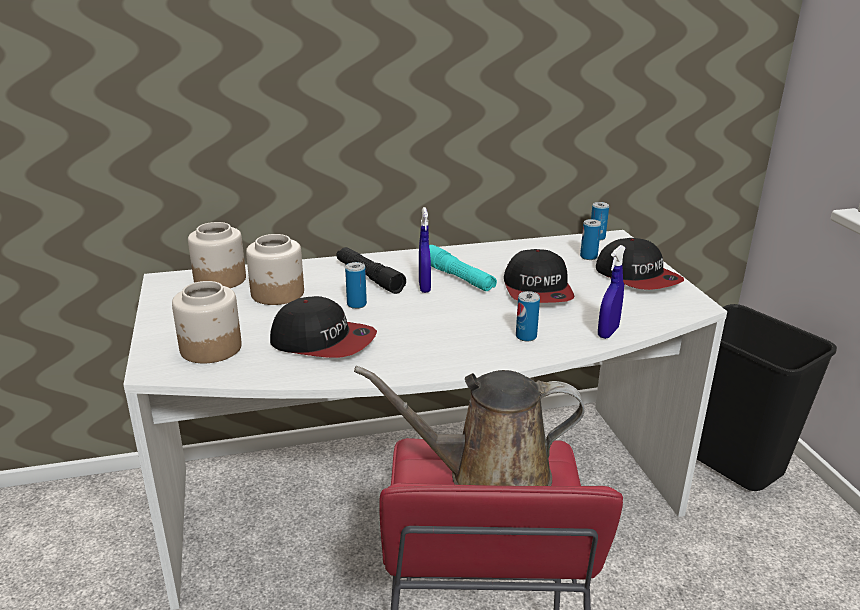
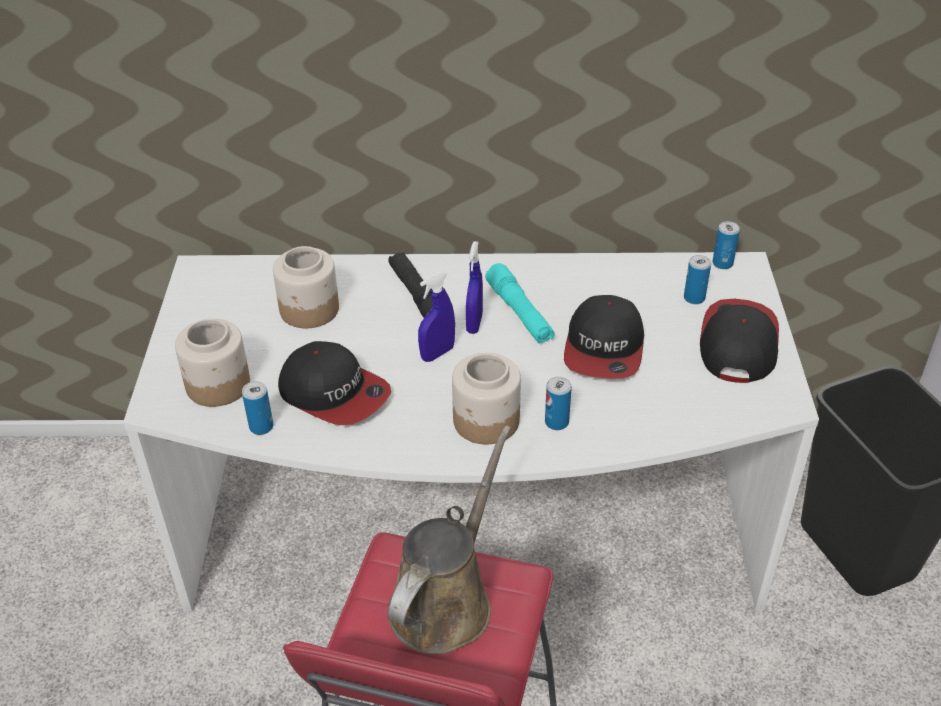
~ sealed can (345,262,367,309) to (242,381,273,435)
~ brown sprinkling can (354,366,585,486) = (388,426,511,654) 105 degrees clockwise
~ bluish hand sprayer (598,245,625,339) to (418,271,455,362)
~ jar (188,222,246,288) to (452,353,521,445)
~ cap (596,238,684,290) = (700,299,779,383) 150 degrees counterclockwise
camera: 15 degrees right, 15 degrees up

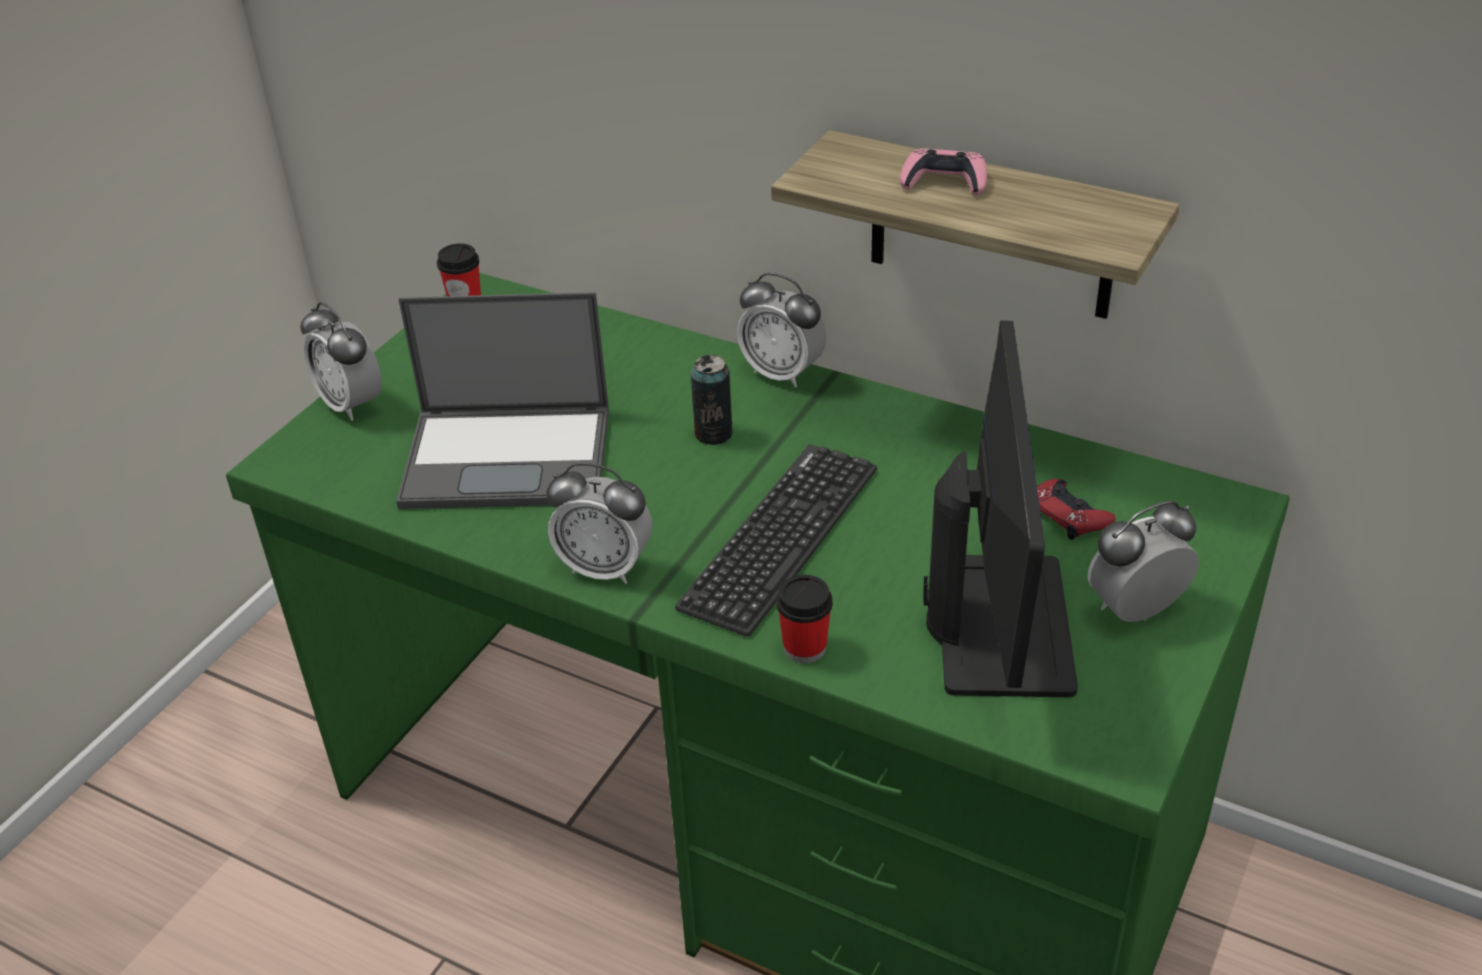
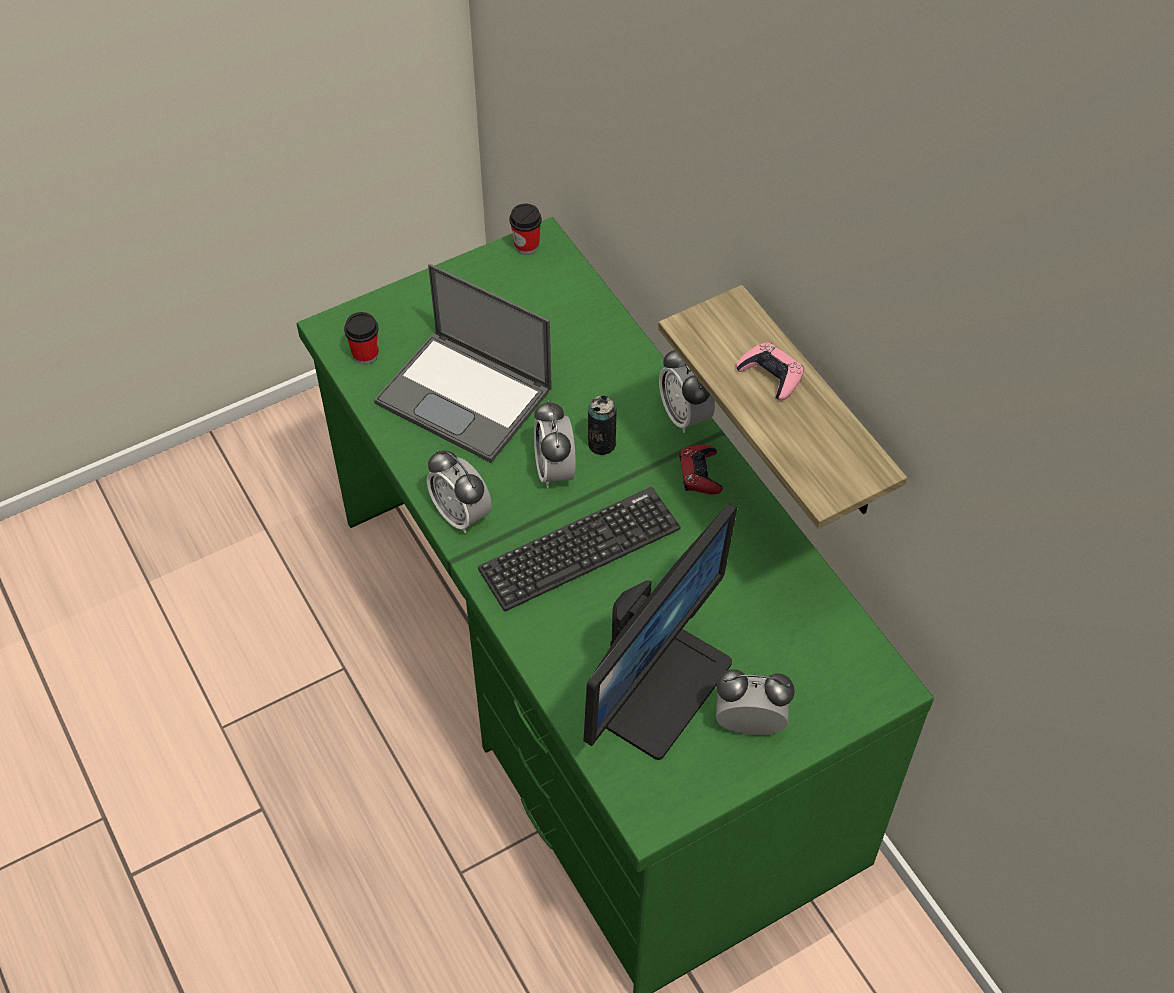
~ cup (776,575,833,663) to (344,312,379,365)
~ bedside clock (300,302,382,421) to (534,400,576,488)
~ red gamepad (1037,479,1116,540) to (679,445,723,494)
camera: 30 degrees right, 15 degrees up

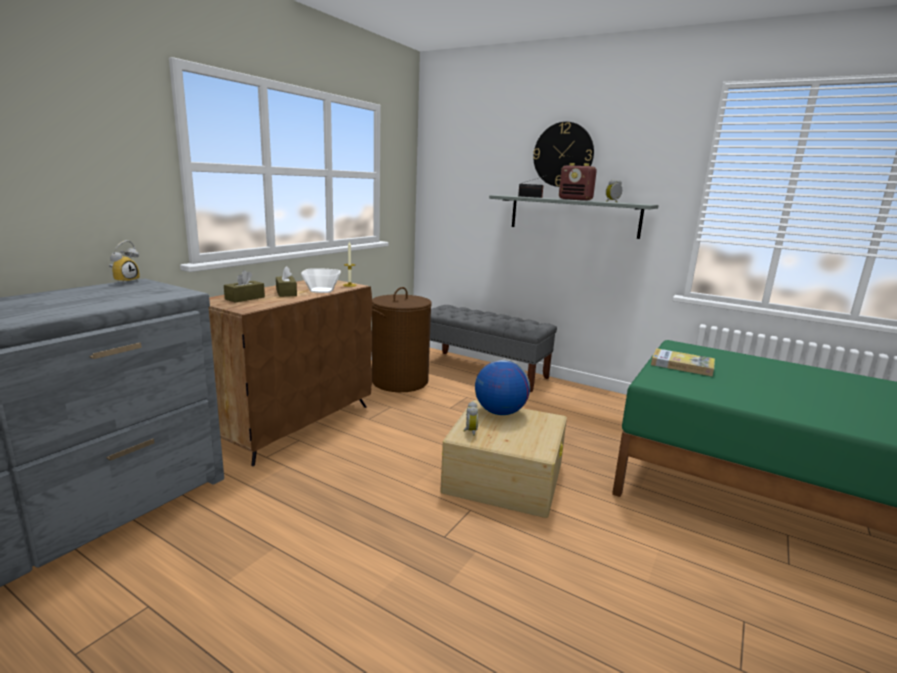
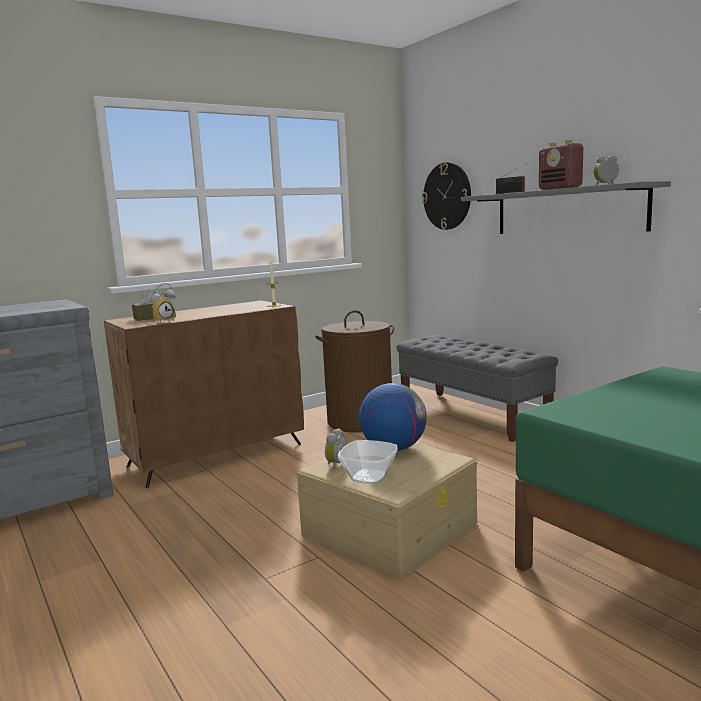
~ bedside clock (109,240,140,284) to (151,283,176,323)
~ bowl (301,268,341,293) to (338,440,398,484)
~ clock on the wall (533,122,594,187) to (422,162,471,230)
- brown box of tissues (276,266,297,297)
- bound book (651,348,715,376)
camera: 25 degrees right, 5 degrees down

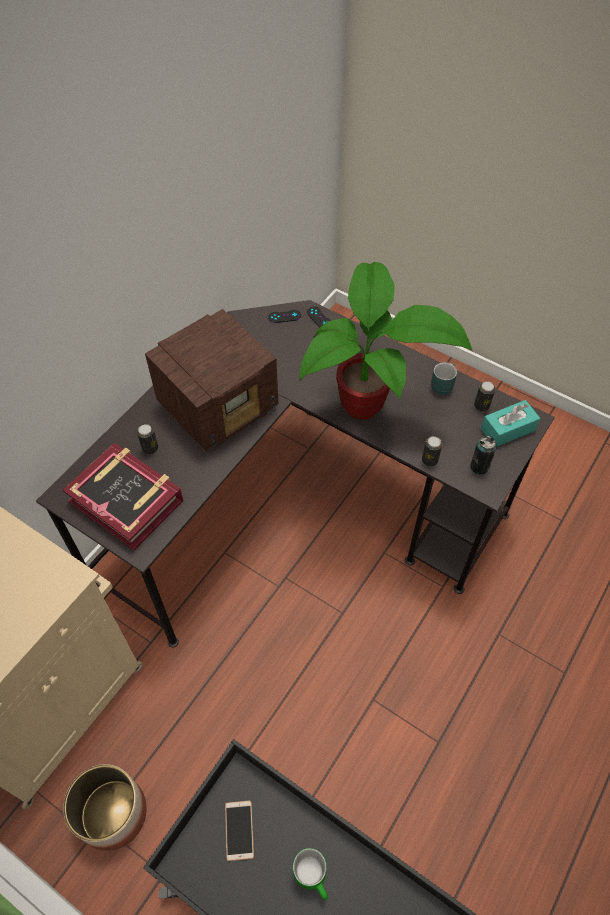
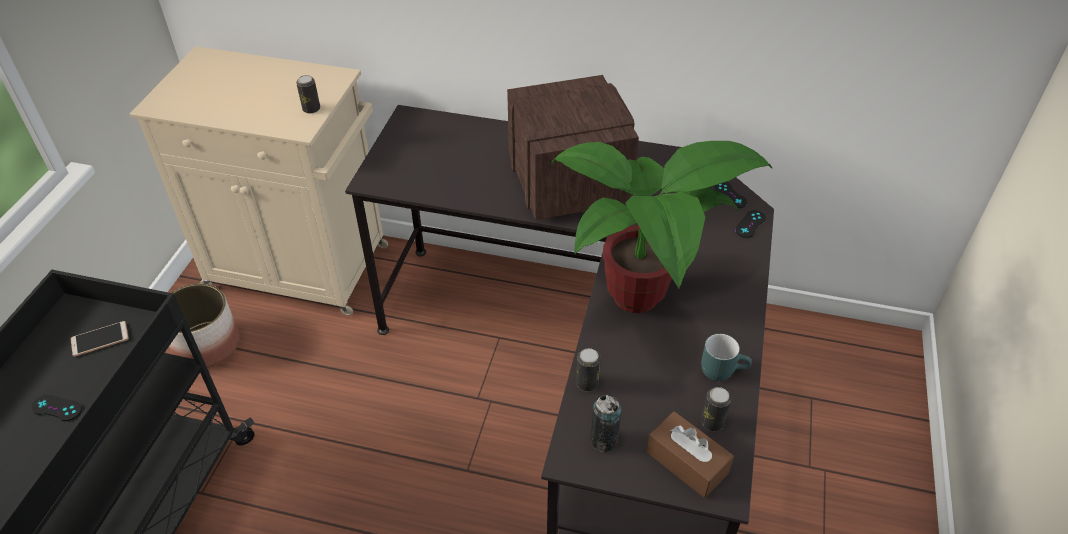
~ green coffee mug (293,848,328,900) to blackish gamepad (31,395,82,421)
~ sealed can (137,424,158,454) to (296,75,320,114)
~ radio receiver (145,309,278,451) = (507,75,639,220) 135 degrees counterclockwise
~ turquoise-coloured box of tissues (481,400,540,446) to brown box of tissues (647,411,734,498)
- bound book (63,443,184,551)
camera: 70 degrees right, 10 degrees down

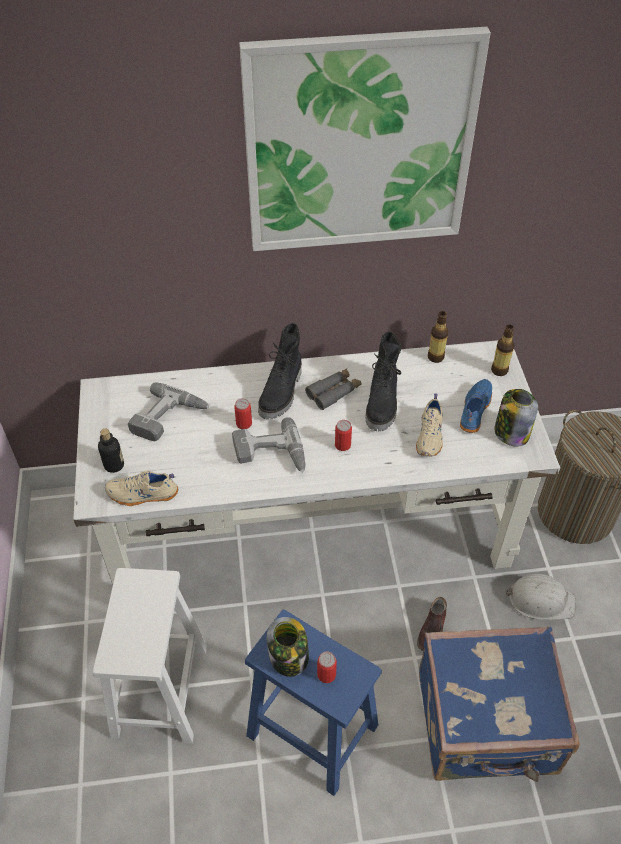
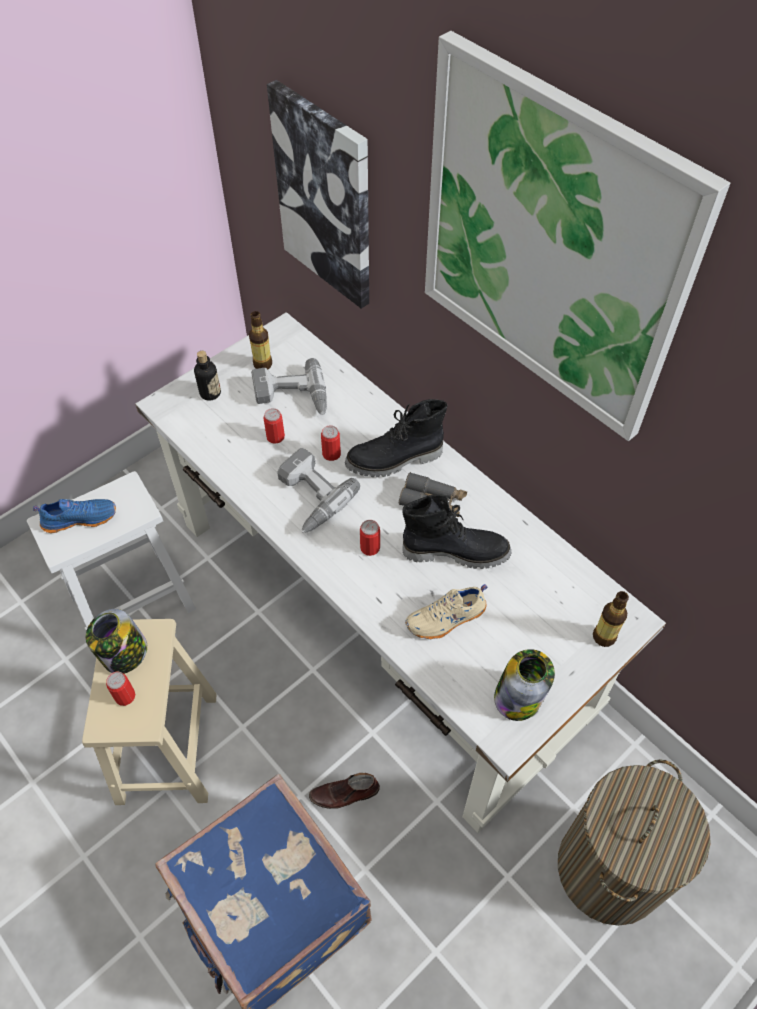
~ bluish shoe (460,379,492,433) to (33,499,116,533)
~ bluish stool (245,610,382,796) to beige-coloured stool (82,619,217,805)
~ beverage bottle (428,311,448,363) to (249,311,272,369)
+ sealed can (264,408,285,444)
+ wall picture (267,80,369,309)
~ blackish tall boot (365,331,401,431) = (402,494,512,569) 150 degrees counterclockwise
- beige-coloured shoe (105,470,178,506)
- whitish safety helmet (506,574,576,620)
camera: 55 degrees right, 5 degrees up

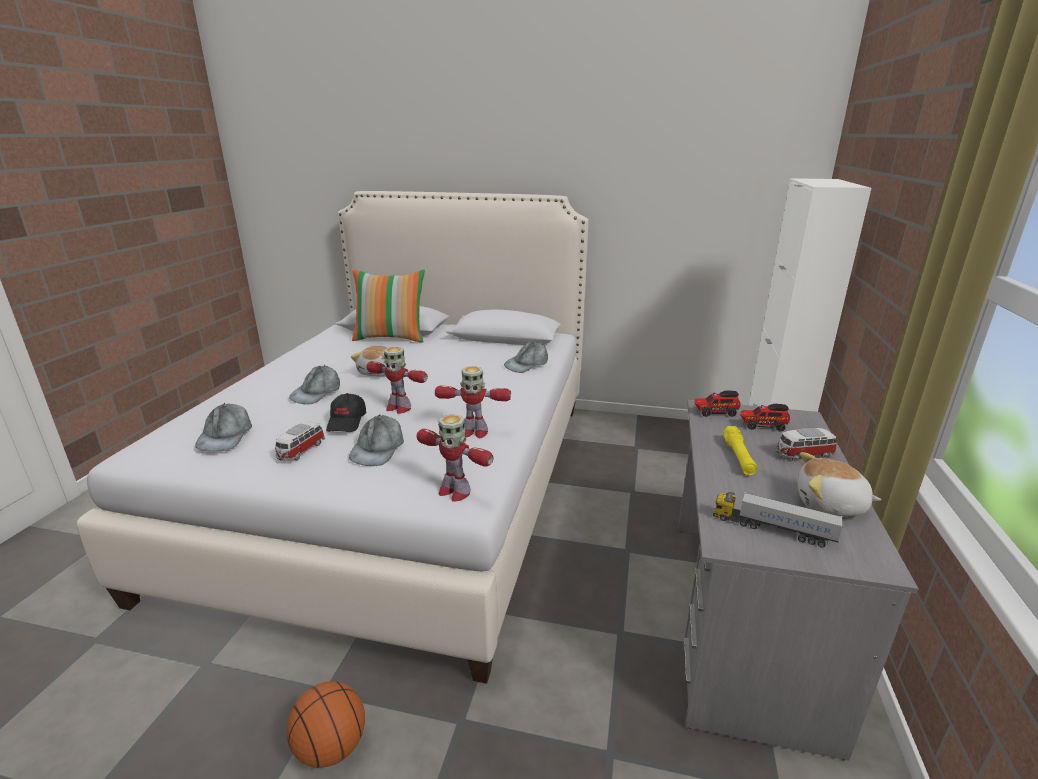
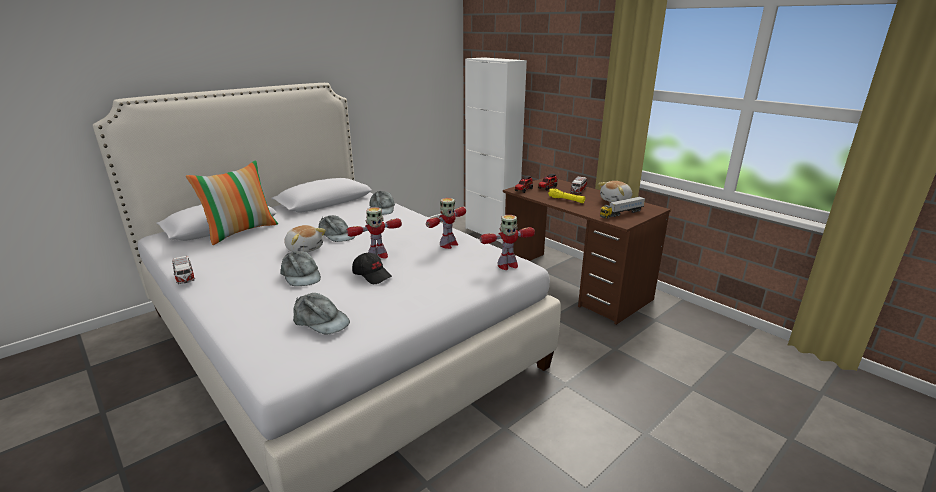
~ model car (275,421,325,461) to (172,256,195,284)
~ gray cap (349,415,404,466) to (319,215,355,242)
~ gray desk table (678,400,919,761) to brown desk table (503,178,671,325)
- basketball (286,681,365,768)
camera: 55 degrees left, 0 degrees up

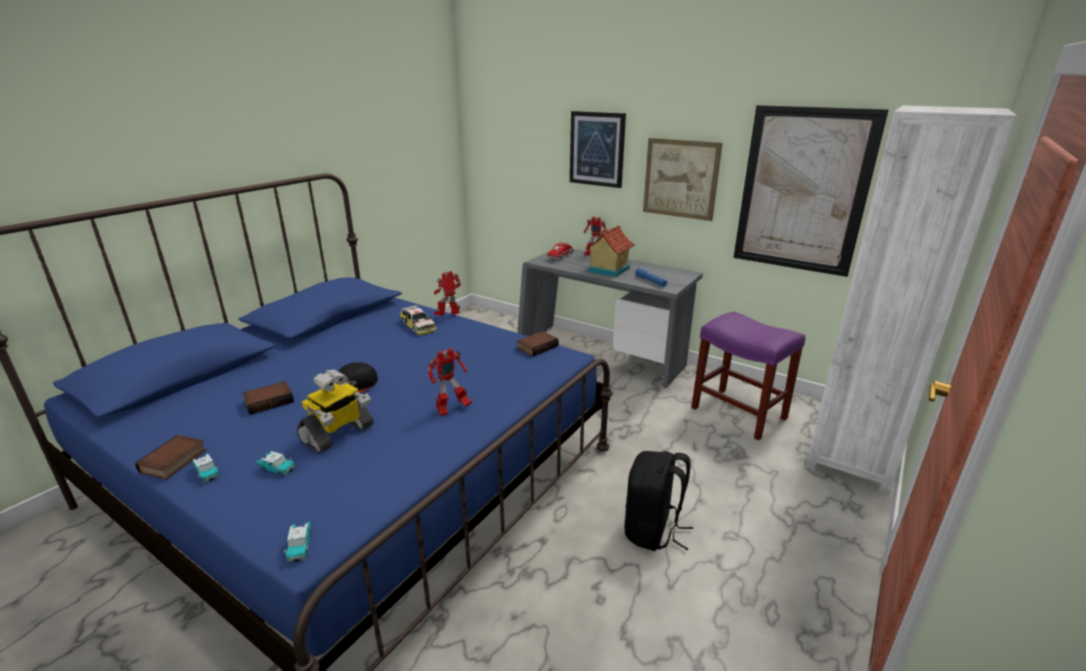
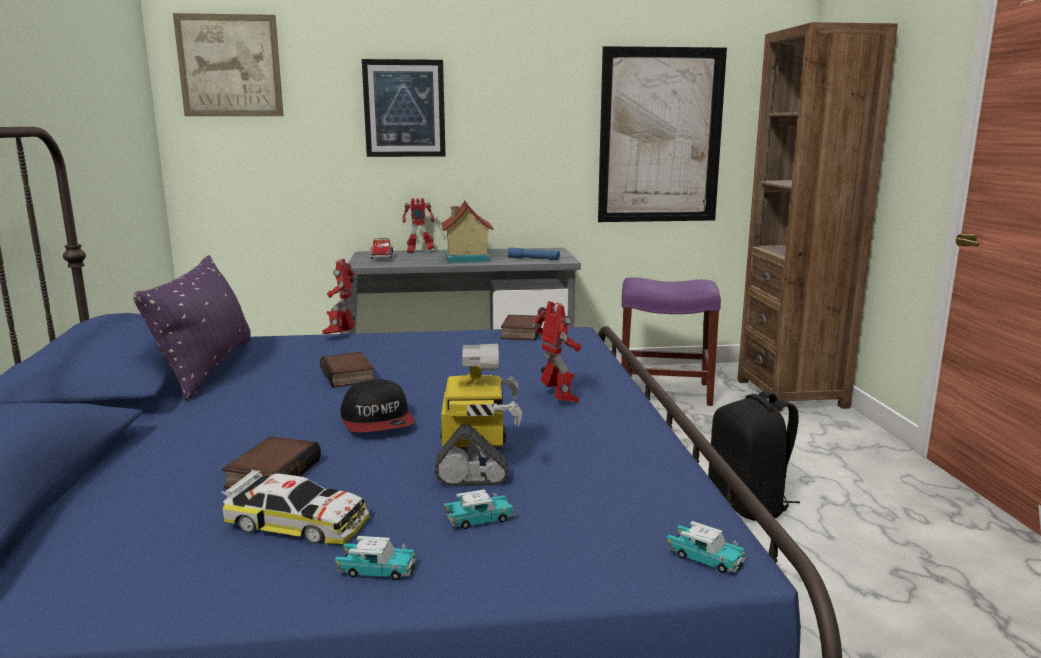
+ purple-coloured throw pillow (133,255,251,401)
~ wall picture (643,138,722,221) to (173,13,284,116)
~ model car (400,305,437,335) to (221,470,370,545)
~ bound book (135,435,207,480) to (320,352,374,388)
~ toy robot (428,348,472,416) = (532,301,581,403) 45 degrees counterclockwise
~ whitish bookcase (805,106,1017,495) to brown bookcase (738,22,898,412)
camera: 40 degrees left, 10 degrees down

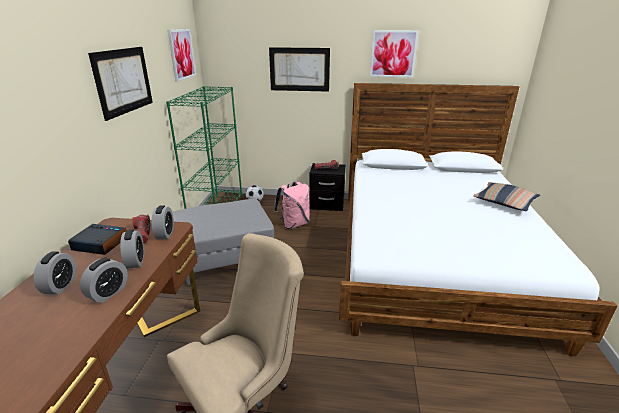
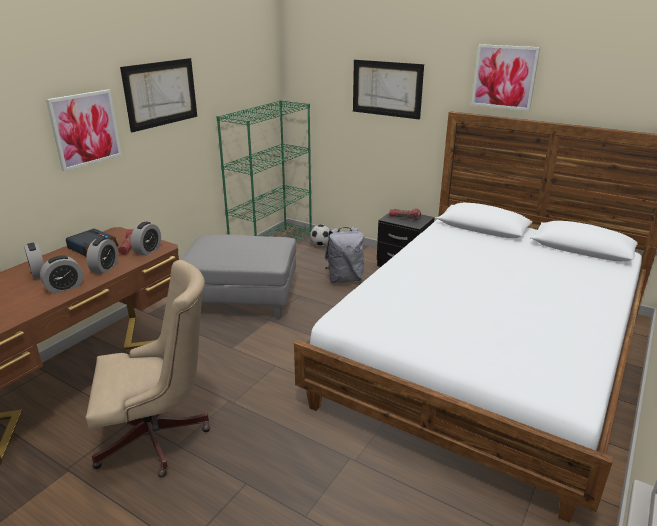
~ bedside clock (34,251,76,294) = (24,243,44,280) 120 degrees clockwise
~ wall picture (168,29,196,81) to (46,89,122,171)
~ pink-coloured rucksack (274,182,310,229) to gray rucksack (325,227,364,283)
- throw pillow (473,182,540,211)
camera: 25 degrees right, 0 degrees up

